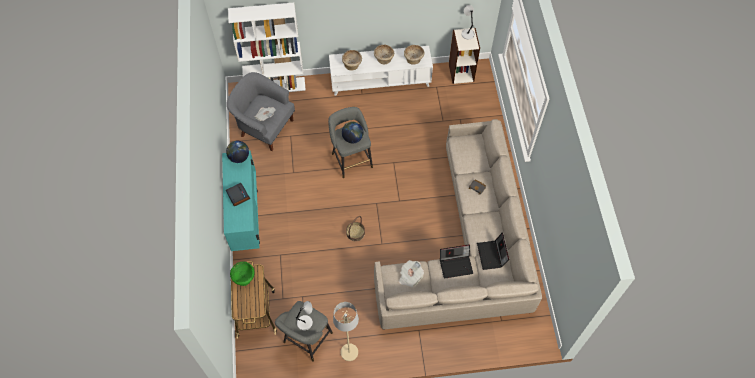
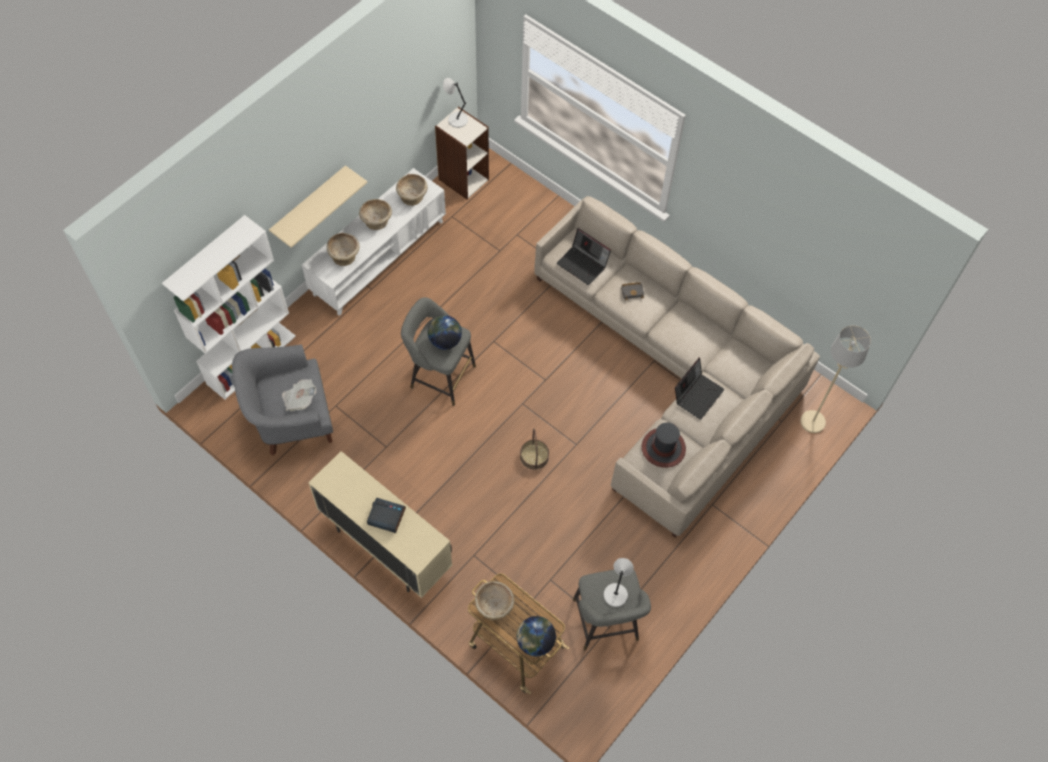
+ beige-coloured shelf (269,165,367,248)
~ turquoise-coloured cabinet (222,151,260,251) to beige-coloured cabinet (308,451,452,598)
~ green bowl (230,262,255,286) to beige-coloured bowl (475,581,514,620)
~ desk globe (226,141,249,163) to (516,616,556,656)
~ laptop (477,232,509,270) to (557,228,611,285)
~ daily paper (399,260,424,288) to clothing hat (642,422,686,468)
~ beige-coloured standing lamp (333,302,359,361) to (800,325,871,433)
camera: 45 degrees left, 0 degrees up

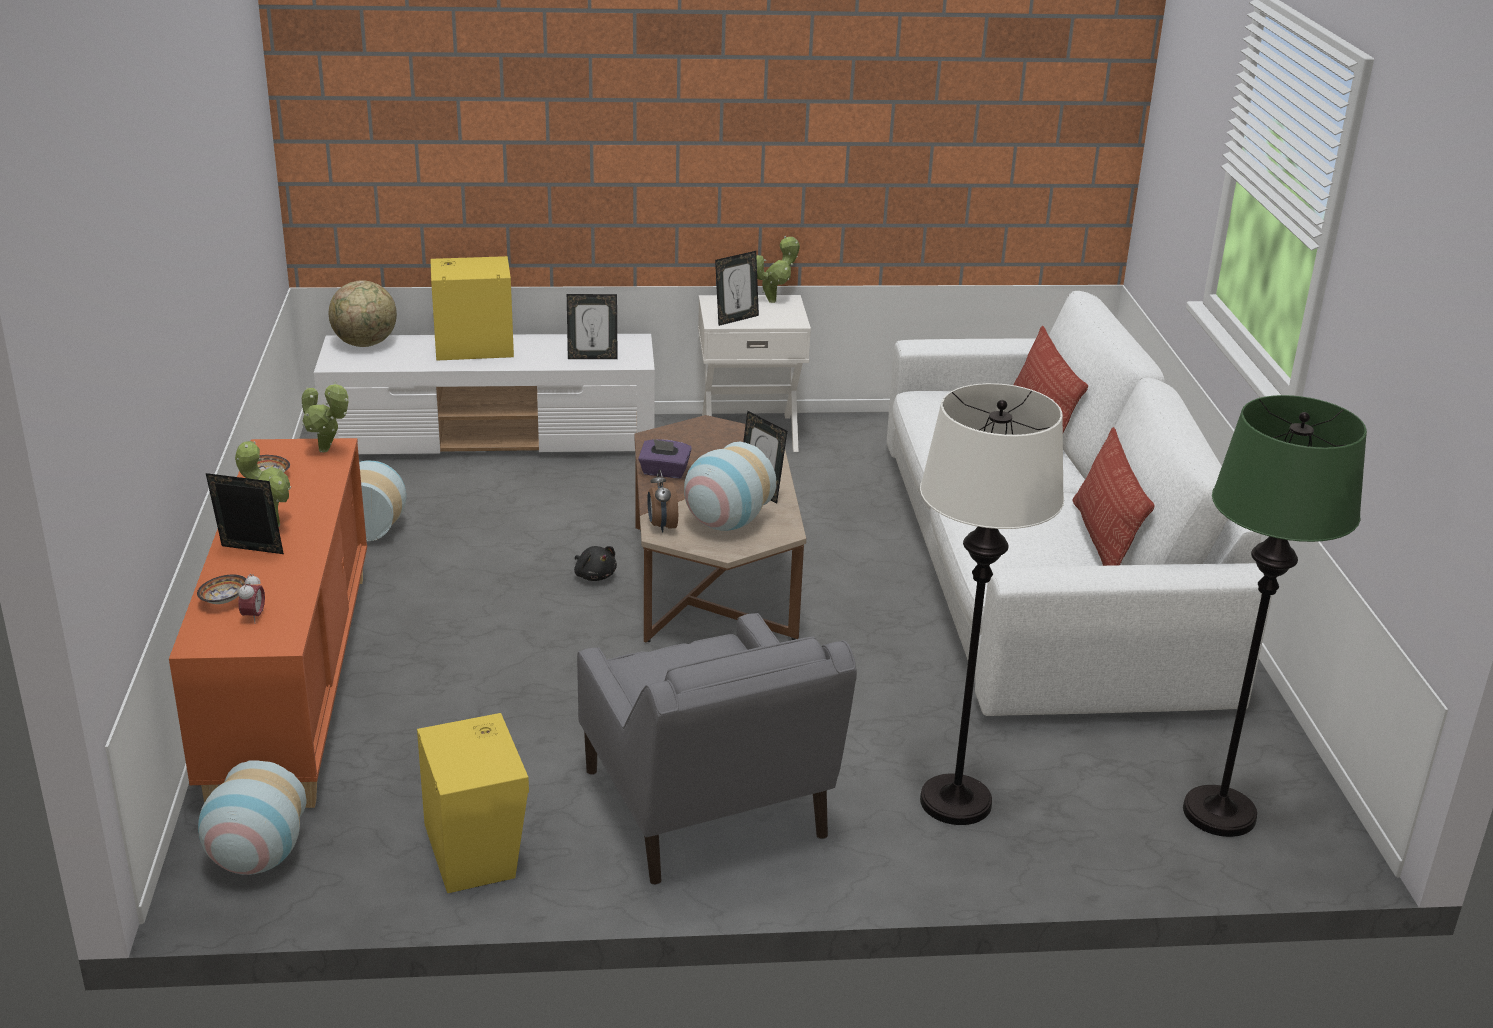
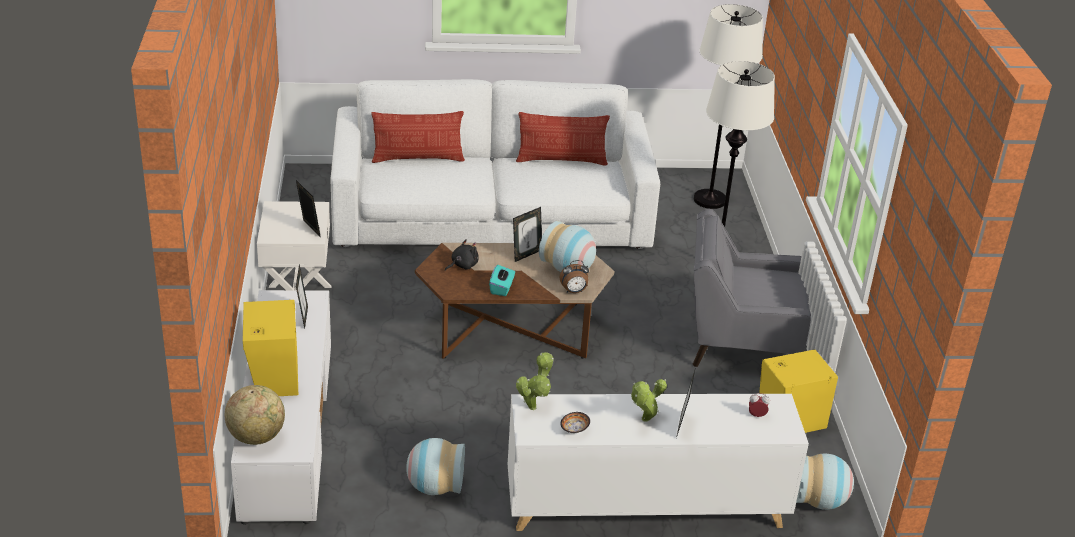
~ blackish soft toy (574,546,617,581) to (445,239,479,271)
~ purple-coloured box of tissues (638,439,692,478) to turquoise-coloured box of tissues (489,265,515,296)
~ orange-coloured cabinet (169,438,367,808) to whitish cabinet (508,394,809,531)
~ gray lounge chair (577,613,857,885) = (693,209,811,367) 150 degrees counterclockwise
~ green standing lamp (1183,395,1367,837) to whitish standing lamp (694,4,763,209)
- bowl (197,575,246,604)
- plant in a pot (756,236,800,303)
camera: 90 degrees left, 5 degrees up

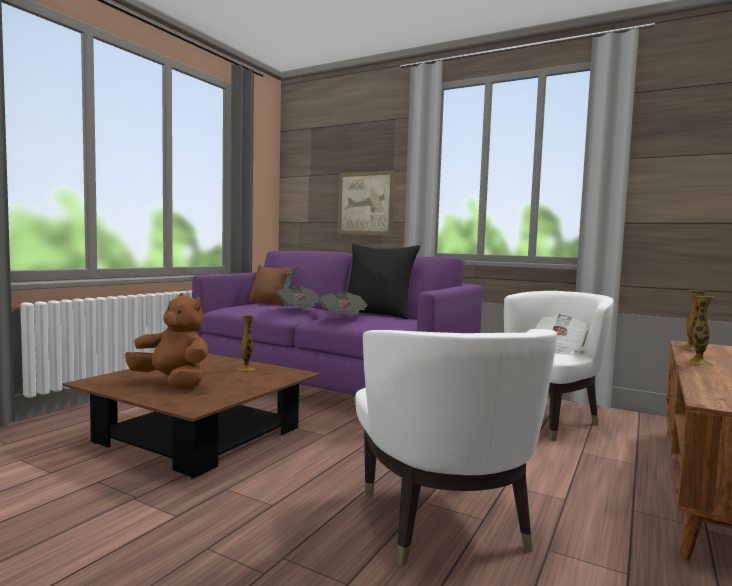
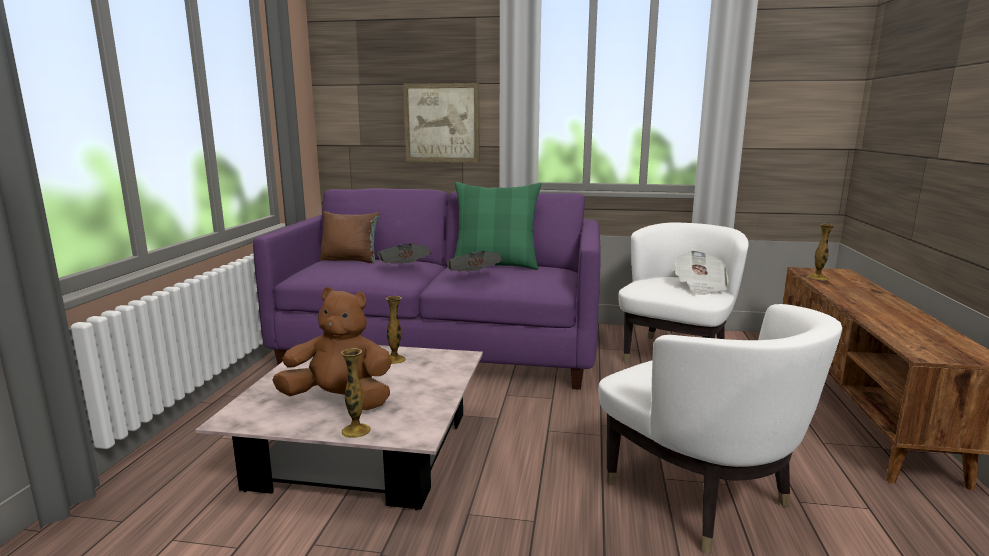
~ brown low table (62,353,321,478) to pink-coloured low table (195,345,483,511)
~ flower vase (685,296,714,366) to (341,348,371,438)
~ blackish throw pillow (347,244,420,319) to green throw pillow (454,182,541,270)
camera: 20 degrees left, 10 degrees up

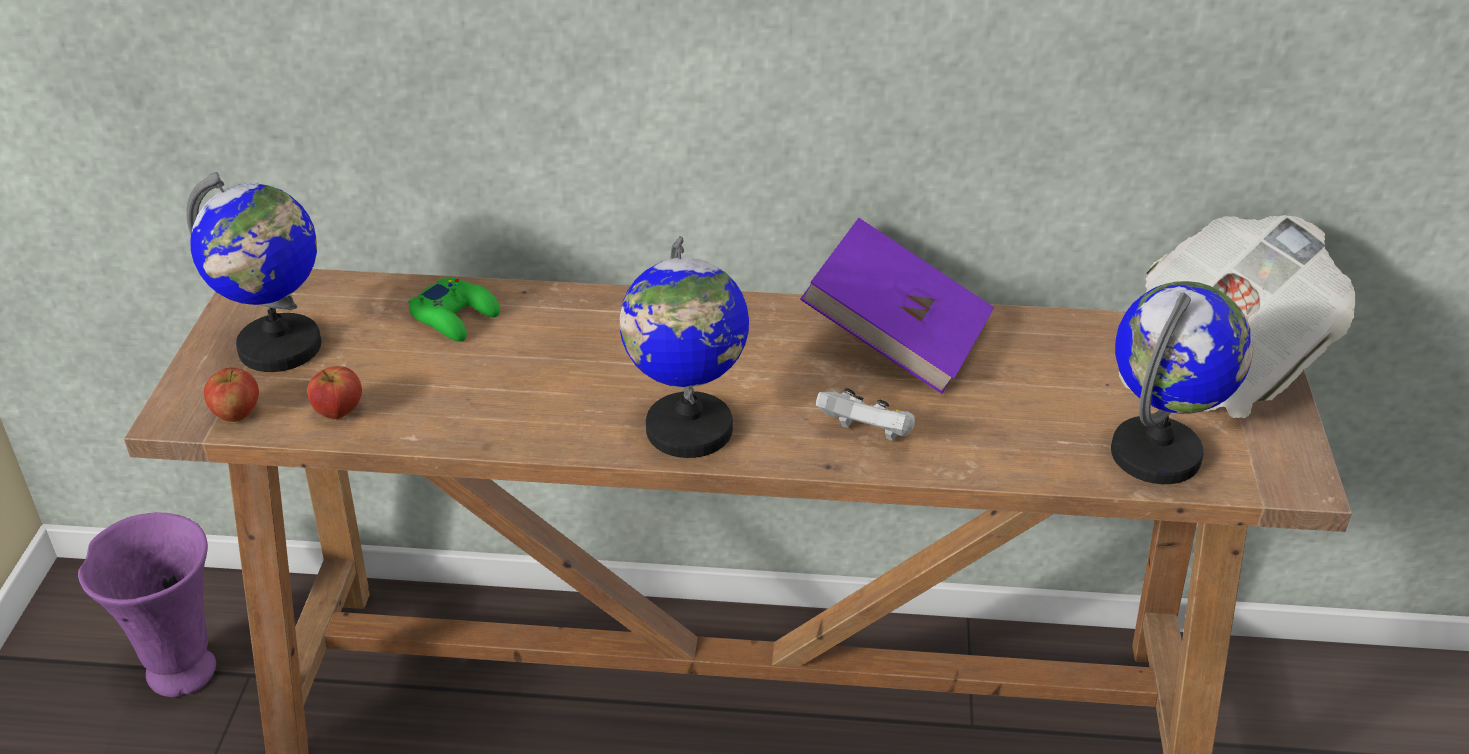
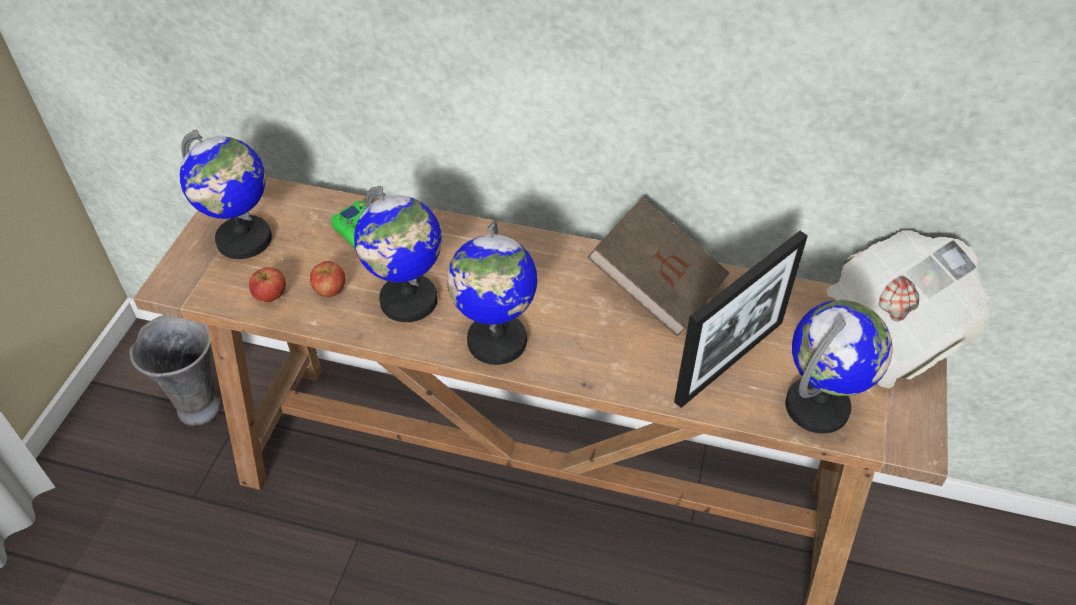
~ purple-coloured flower vase (78,512,216,697) to gray flower vase (129,315,221,426)
~ apple (204,367,259,422) to (310,261,345,297)
+ desk globe (354,186,442,322)
~ purple-coloured bound book (800,218,994,394) to brown bound book (587,197,729,337)
+ picture frame (674,231,808,408)
- whitish gamepad (816,388,915,441)
camera: 10 degrees right, 10 degrees up

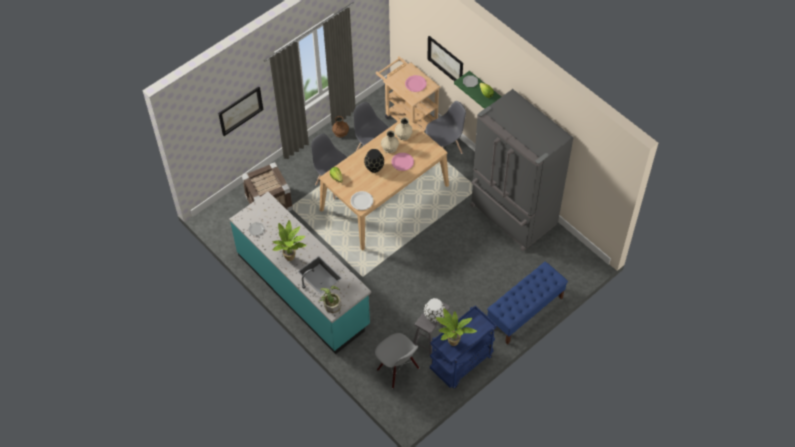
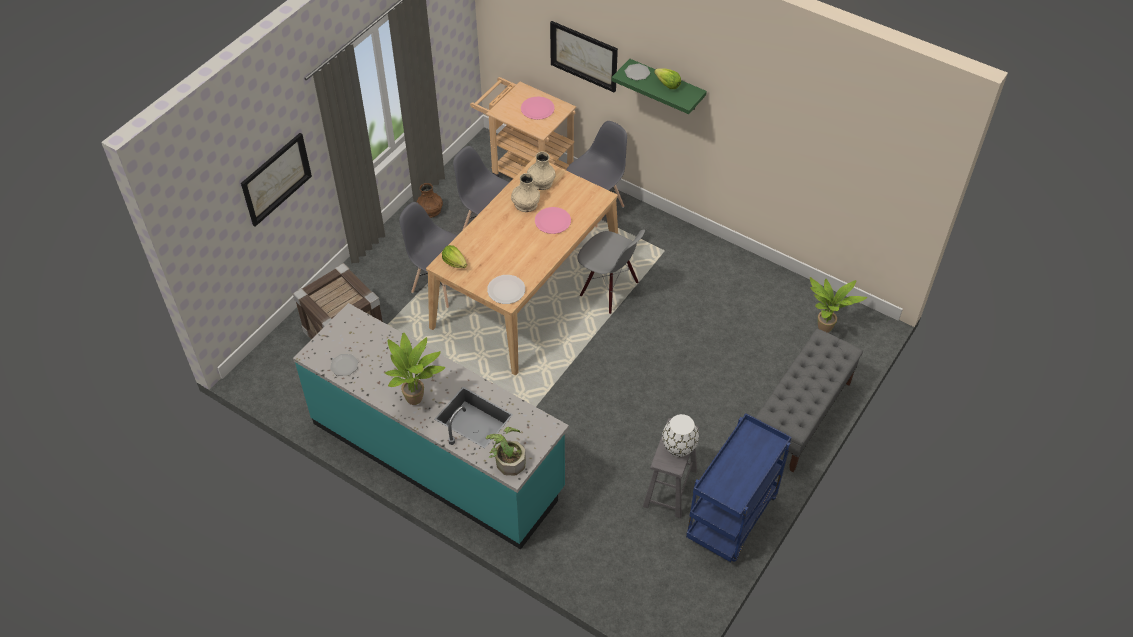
~ gray plain chair (375,333,419,388) to (578,230,645,314)
~ bluish long seat (487,262,568,345) to gray long seat (755,329,863,472)
~ plant in a pot (436,308,477,346) to (810,277,867,333)
- blackish flower vase (364,149,384,173)
- gray kitchen fridge (470,89,573,251)
camera: 15 degrees left, 5 degrees down

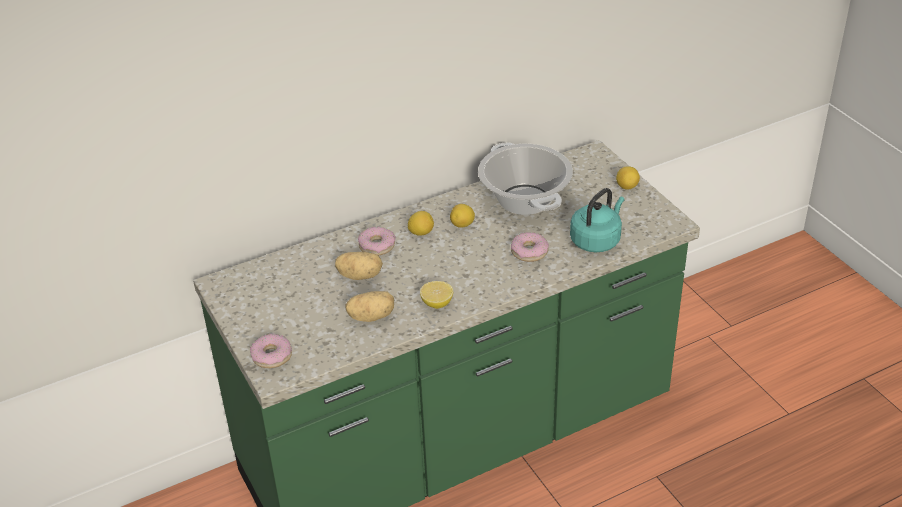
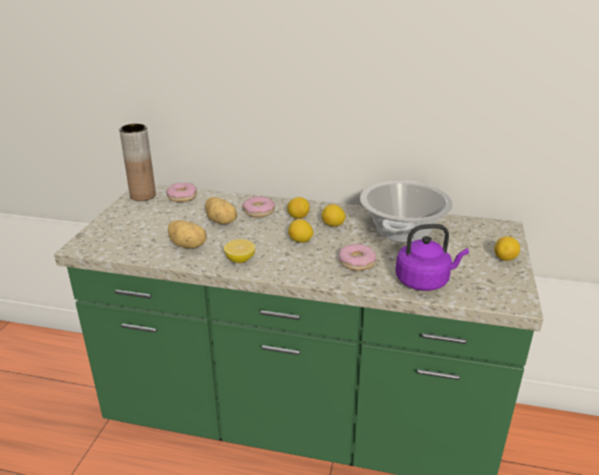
+ brown flower vase (119,124,156,201)
~ donut (250,334,292,368) to (166,183,197,202)
+ citrus fruit (288,219,313,243)
~ turquoise-coloured tea kettle (570,188,624,252) to purple-coloured tea kettle (395,224,469,291)
camera: 40 degrees right, 10 degrees down

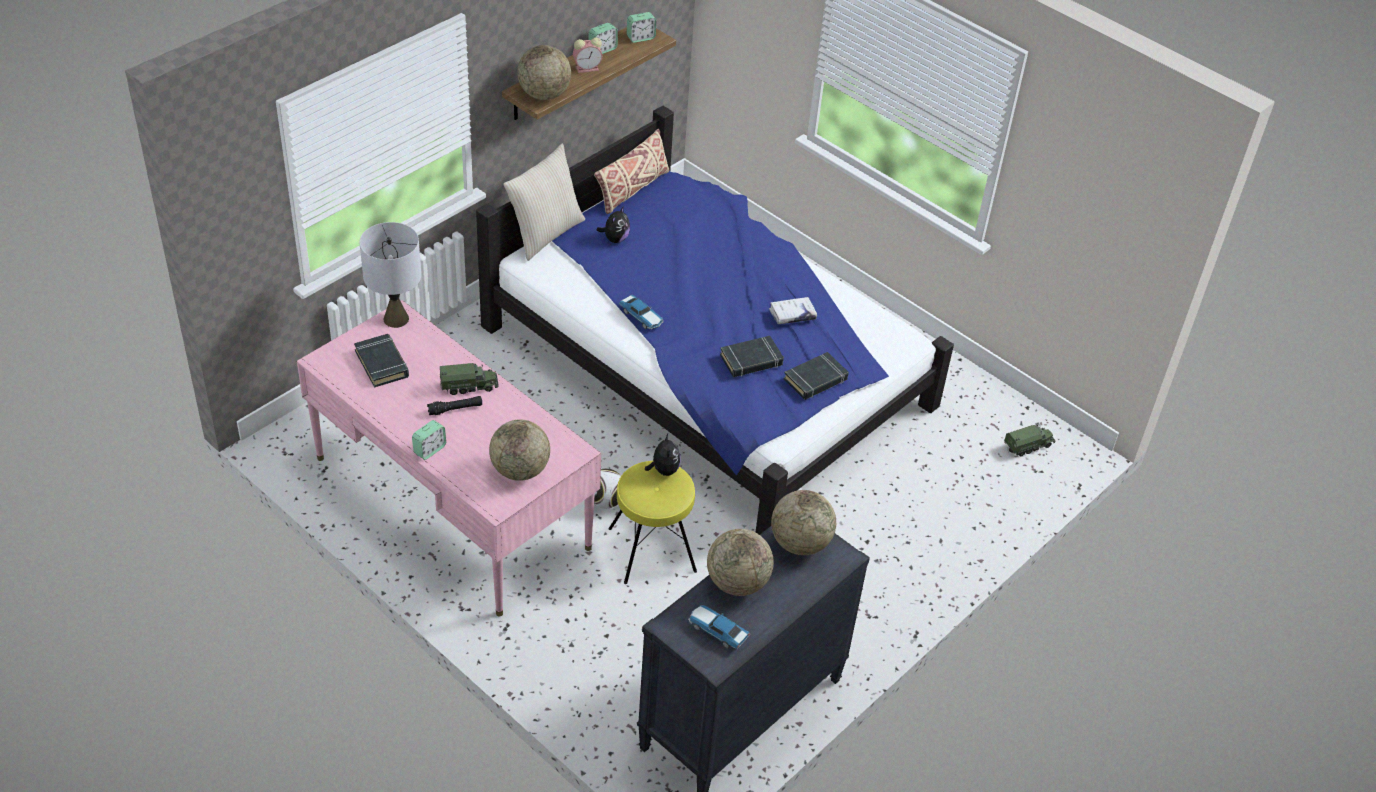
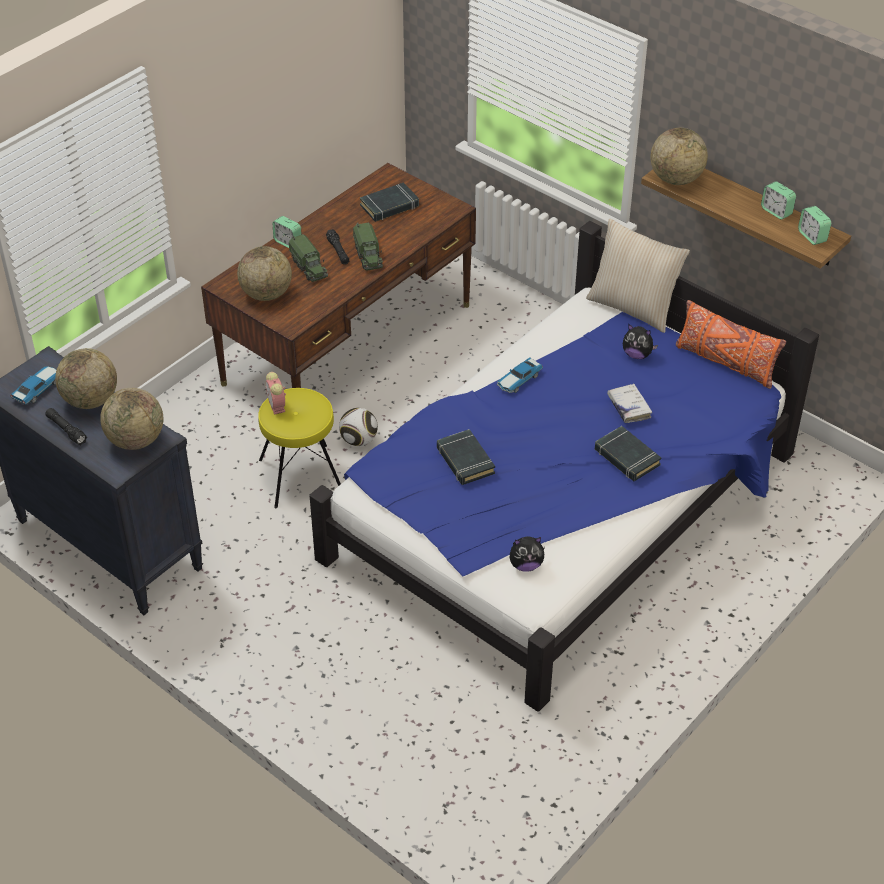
+ blackish torch (45,408,87,445)
~ pink-coloured desk table (297,300,601,616) to brown desk table (201,163,476,388)
~ bedside clock (573,38,602,73) to (265,372,286,415)
~ model truck (1004,425,1055,456) to (289,234,328,282)
~ soft toy (645,434,681,476) to (510,536,545,572)
~ blackish bound book (784,352,849,400) to (595,426,661,481)
~ whitish bound book (769,297,817,324) to (607,383,652,423)
~ beige-coloured throw pillow (594,129,669,214) to orange-coloured throw pillow (676,300,786,389)
- gray tabletop lamp (359,222,421,328)
camera: 90 degrees right, 0 degrees up

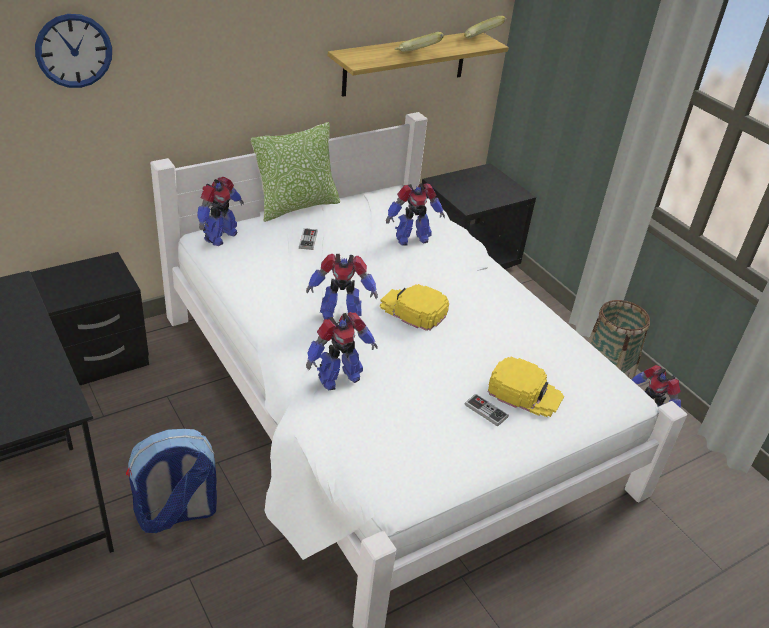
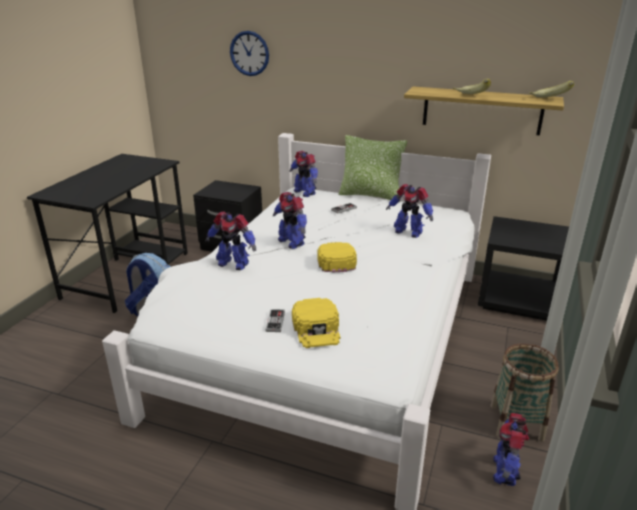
~ toy robot (197,177,244,246) = (290,151,318,197) 60 degrees clockwise
camera: 55 degrees right, 10 degrees down

